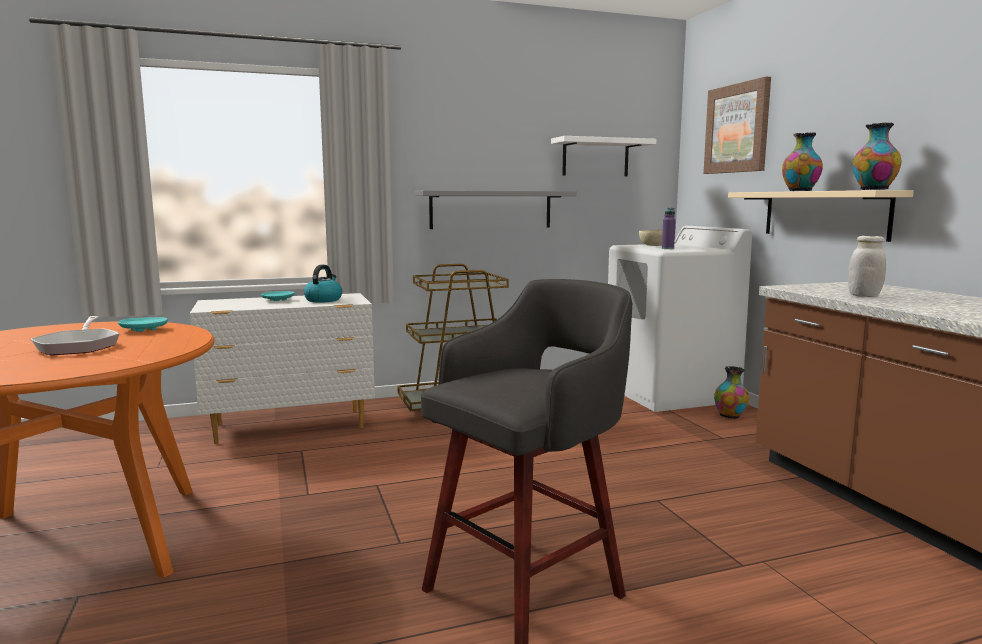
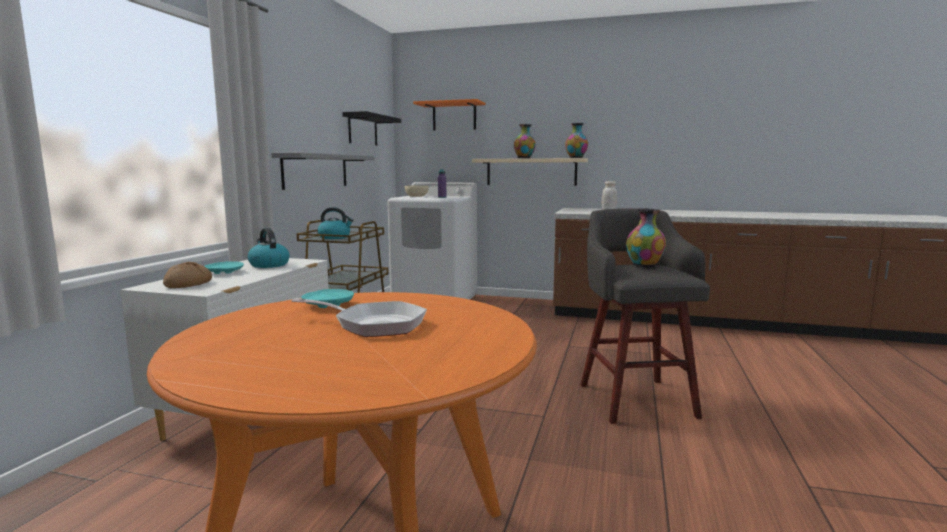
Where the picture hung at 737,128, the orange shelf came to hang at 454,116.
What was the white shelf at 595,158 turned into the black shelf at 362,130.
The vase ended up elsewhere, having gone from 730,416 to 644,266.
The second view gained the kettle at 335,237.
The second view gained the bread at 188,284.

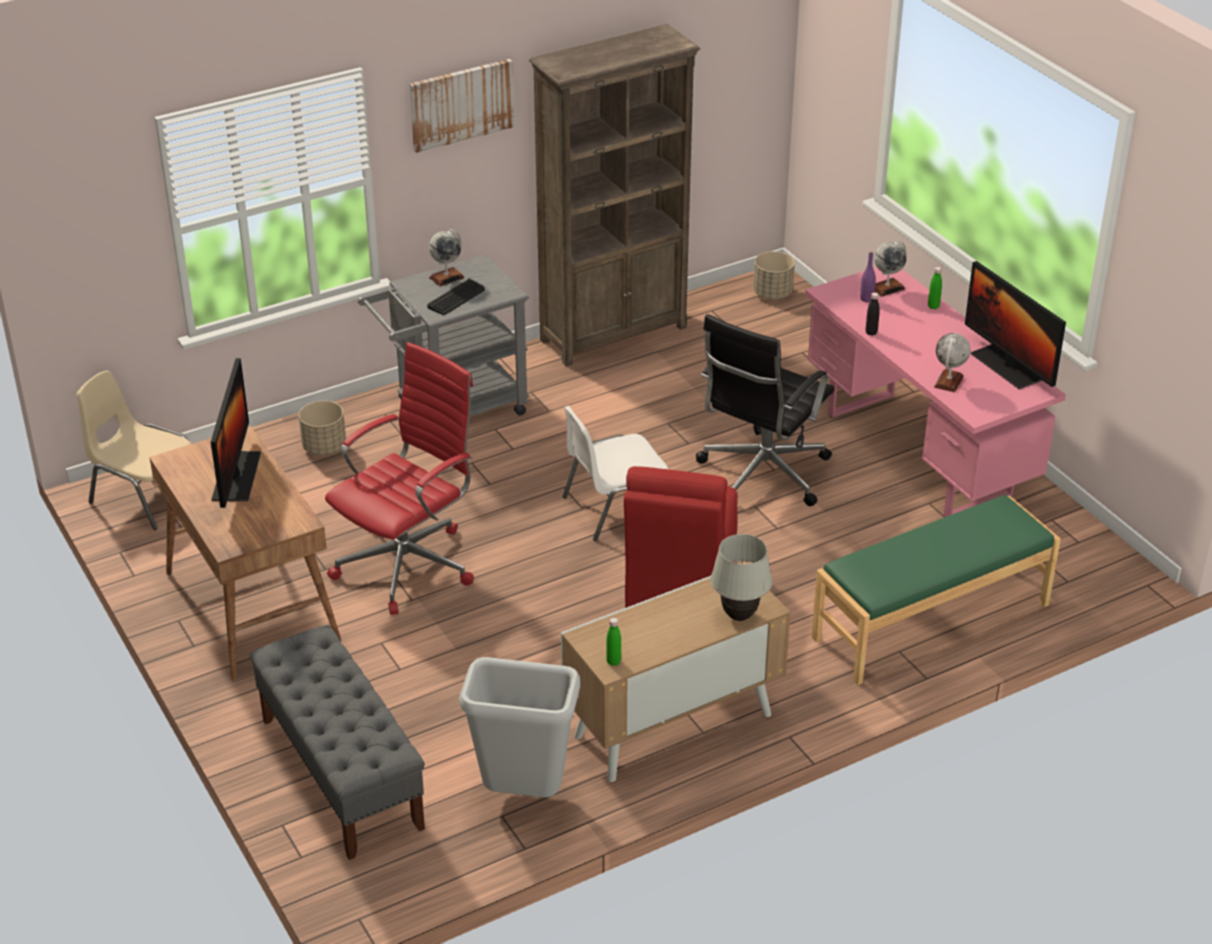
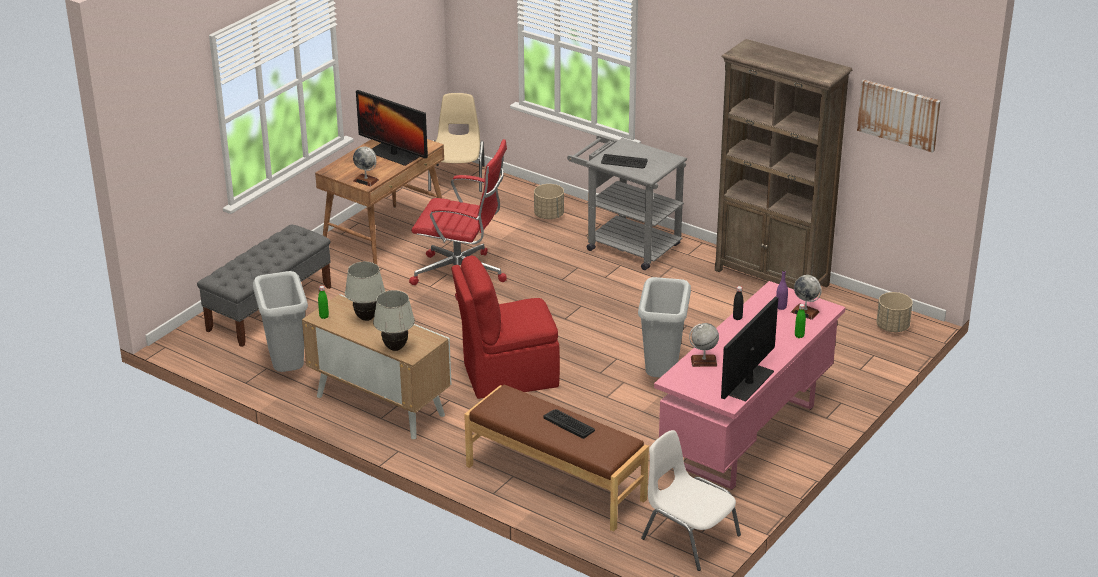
The picture ended up elsewhere, having gone from 461,104 to 899,115.
The globe ended up elsewhere, having gone from 447,277 to 366,180.
Where the black office chair stood at 761,475, the grey trash can came to stand at 661,376.
The monitor at 236,476 ended up facing another way, 60 degrees clockwise from before.
The white chair ended up elsewhere, having gone from 615,508 to 689,537.
What was the green bench at 932,622 turned into the brown bench at 554,483.
The second view gained the white table lamp at 366,318.
The second view gained the keyboard at 569,424.

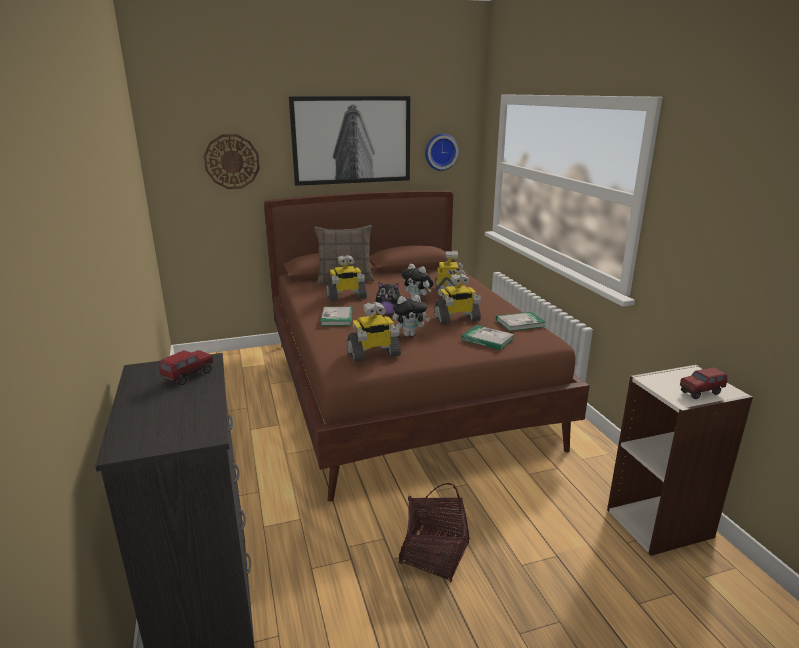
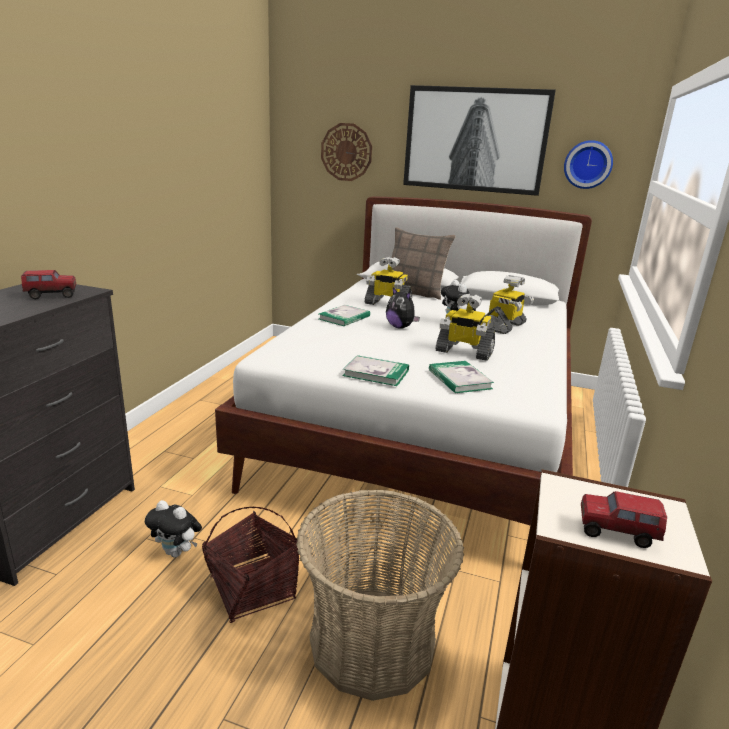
What was the brown bed at 402,390 turned into the white bed at 425,428.
The plush toy ended up elsewhere, having gone from 410,334 to 177,552.
The second view lost the toy robot at 373,354.
The book ended up elsewhere, having gone from 520,323 to 376,373.
The second view gained the basket at 372,642.

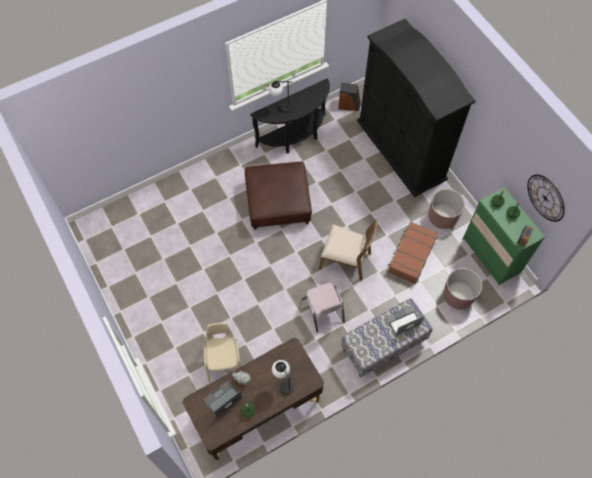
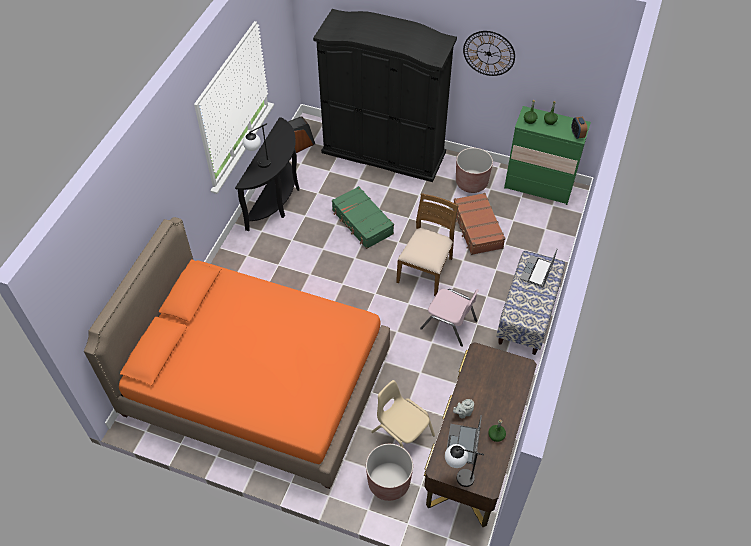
The second view lost the brown ottoman at 278,203.
The wall clock ended up elsewhere, having gone from 545,198 to 489,53.
The brown chair at 345,260 ended up facing another way, 45 degrees counterclockwise from before.
The brown planter ended up elsewhere, having gone from 458,296 to 389,482.
The table lamp ended up elsewhere, having gone from 283,382 to 457,476.
The second view gained the green suitcase at 362,222.
The second view gained the orange bed at 257,383.

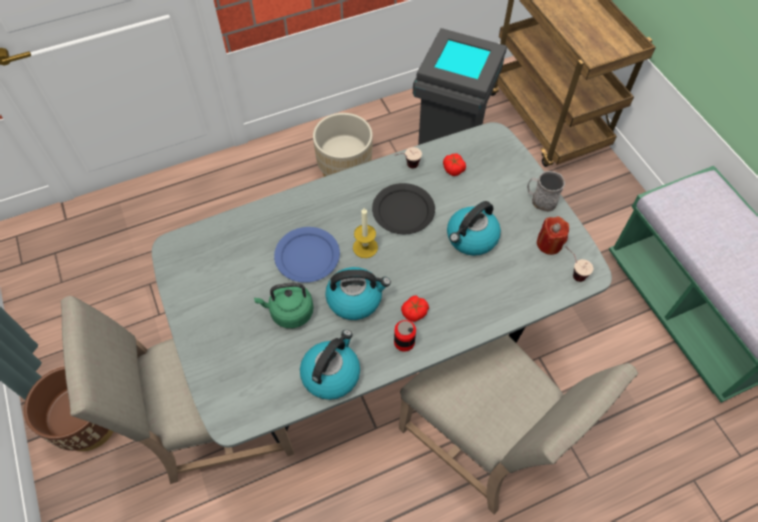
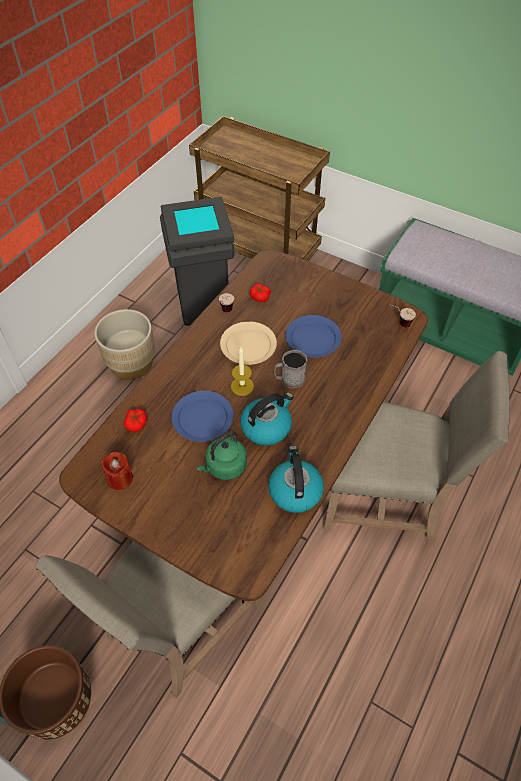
What was the grey dining table at 378,344 turned into the brown dining table at 260,477.
The grey mug ended up elsewhere, having gone from 540,200 to 289,379.
What was the black plate at 402,210 turned into the beige plate at 248,345.
Where the kettle stood at 471,238, the blue plate came to stand at 313,338.
The red candle ended up elsewhere, having gone from 549,244 to 120,478.
The tomato ended up elsewhere, having gone from 414,312 to 136,423.
The second view lost the can at 404,342.

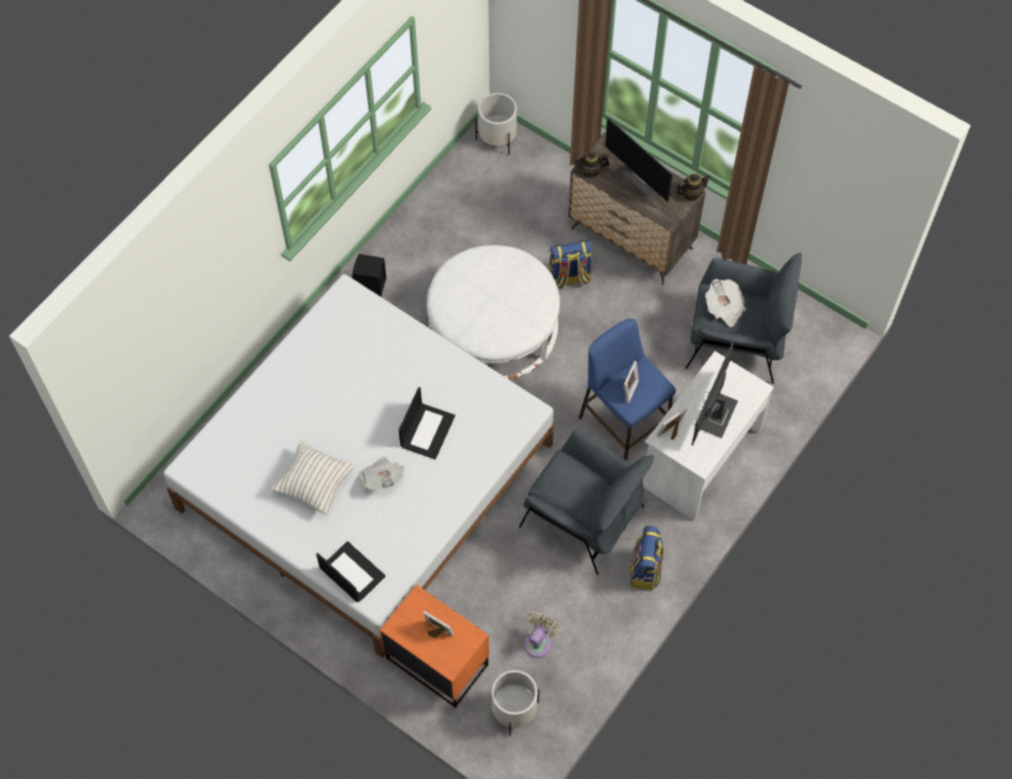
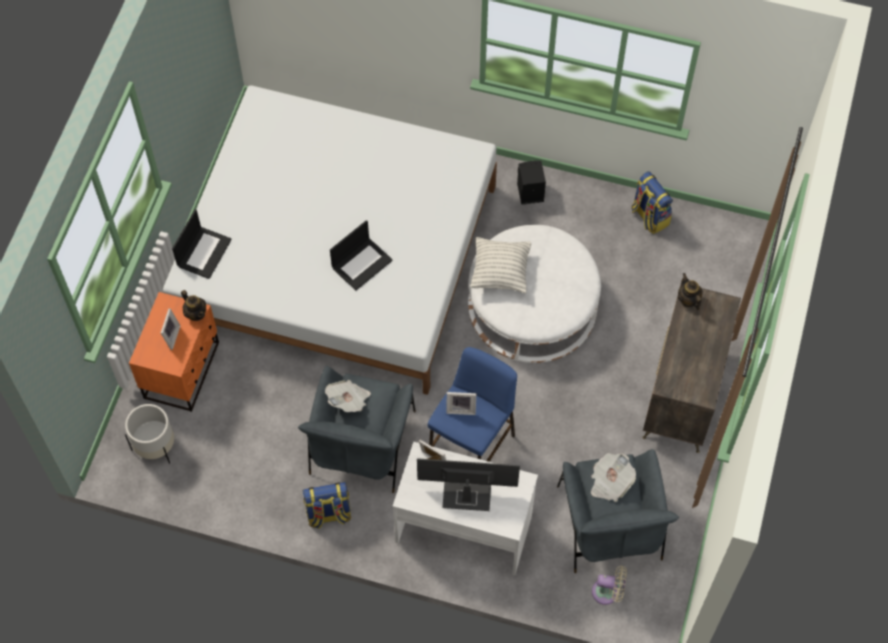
The second view lost the white planter at 497,139.
The second view lost the monitor at 642,177.
The teapot ended up elsewhere, having gone from 691,194 to 196,313.
The backpack ended up elsewhere, having gone from 569,278 to 649,216.
The laptop at 427,430 ended up facing another way, 45 degrees counterclockwise from before.
The pillow ended up elsewhere, having gone from 315,484 to 500,272.
The newspaper ended up elsewhere, having gone from 383,478 to 349,400.
The beige fan ended up elsewhere, having gone from 539,642 to 608,592.

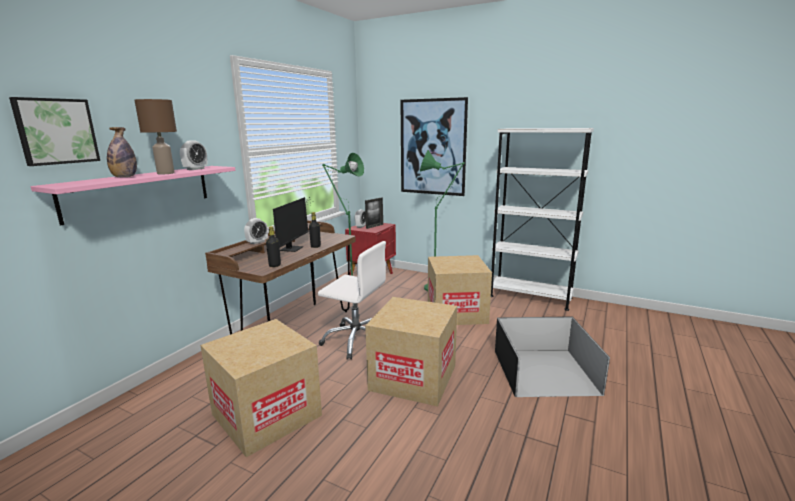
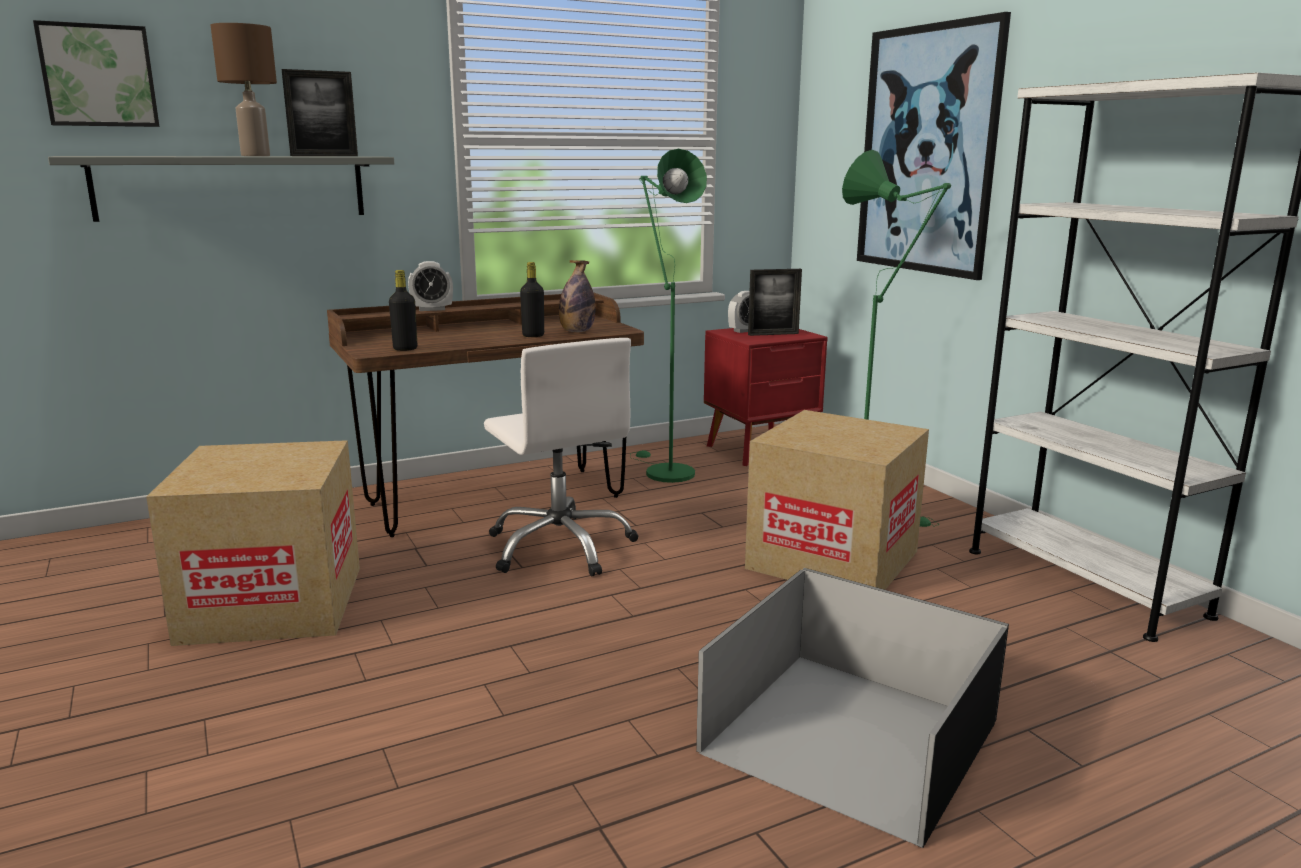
The bottle ended up elsewhere, having gone from 124,177 to 577,331.
Where the alarm clock stood at 195,169, the picture frame came to stand at 324,156.
What was the pink shelf at 140,192 turned into the grey shelf at 232,187.
The second view lost the monitor at 294,248.
The second view lost the cardboard box at 413,377.

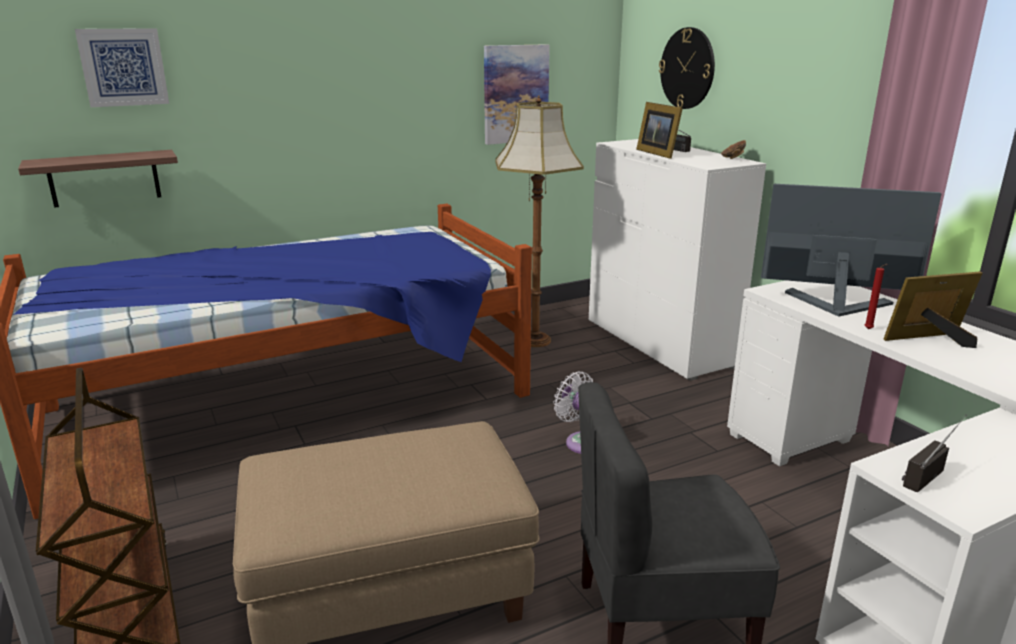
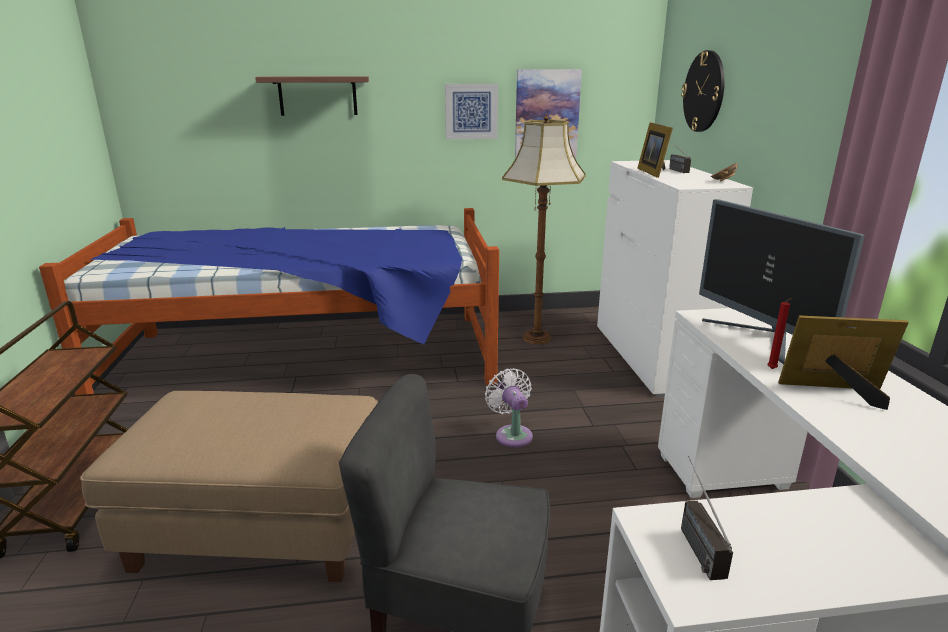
The picture ended up elsewhere, having gone from 123,67 to 471,111.
The shelf ended up elsewhere, having gone from 104,178 to 317,96.
The monitor at 835,305 ended up facing another way, 150 degrees counterclockwise from before.
The radio at 928,472 ended up facing another way, 75 degrees counterclockwise from before.

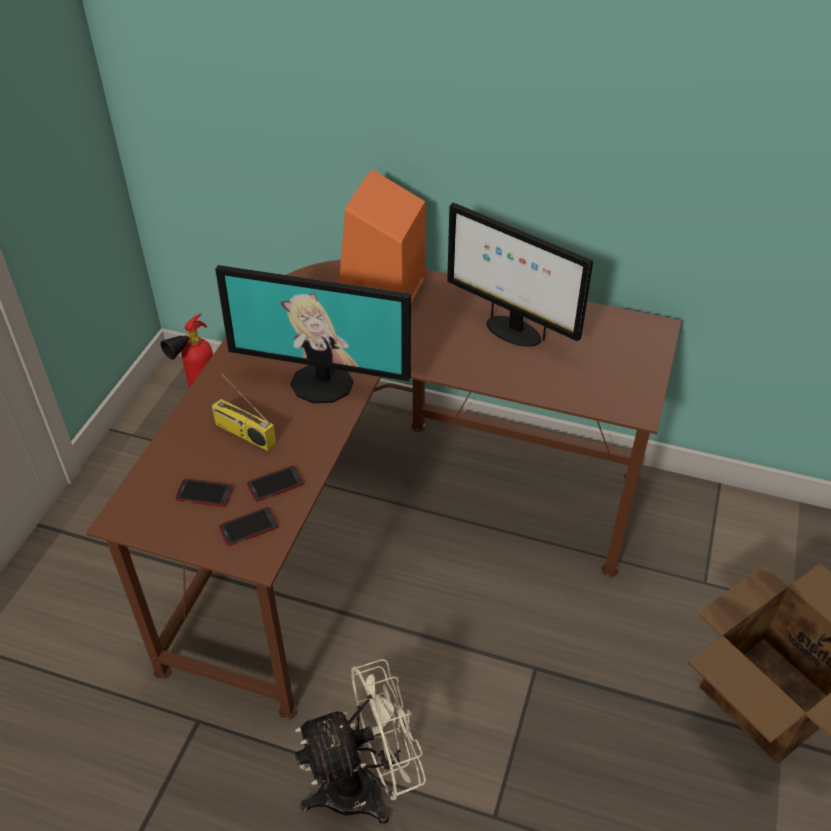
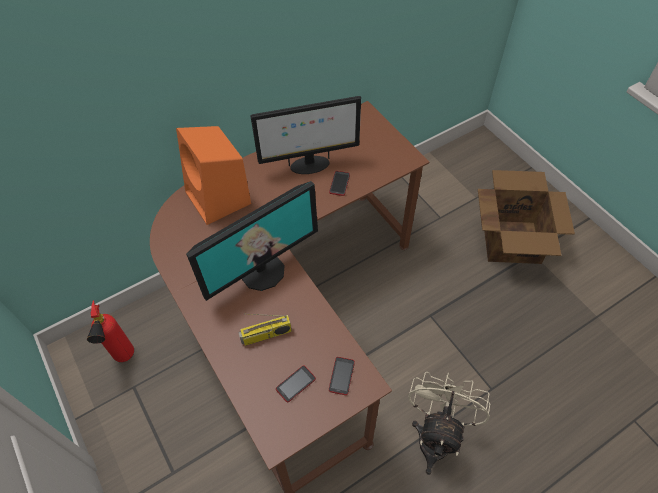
The phone ended up elsewhere, having gone from 275,484 to 339,183.

